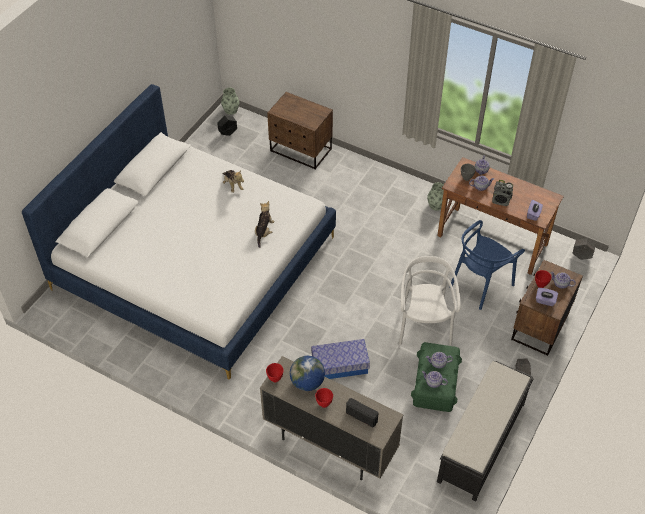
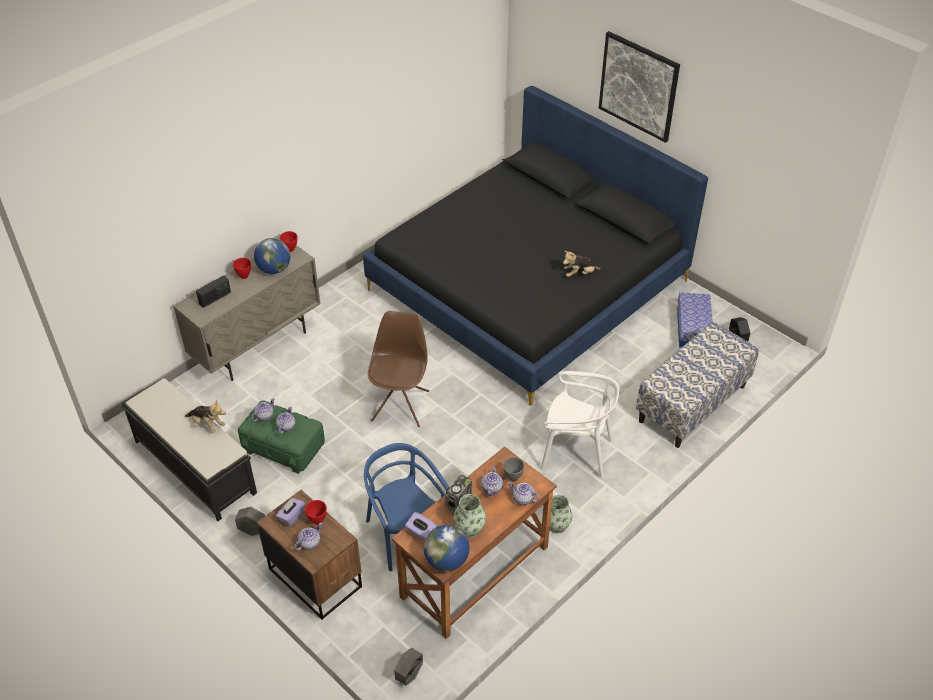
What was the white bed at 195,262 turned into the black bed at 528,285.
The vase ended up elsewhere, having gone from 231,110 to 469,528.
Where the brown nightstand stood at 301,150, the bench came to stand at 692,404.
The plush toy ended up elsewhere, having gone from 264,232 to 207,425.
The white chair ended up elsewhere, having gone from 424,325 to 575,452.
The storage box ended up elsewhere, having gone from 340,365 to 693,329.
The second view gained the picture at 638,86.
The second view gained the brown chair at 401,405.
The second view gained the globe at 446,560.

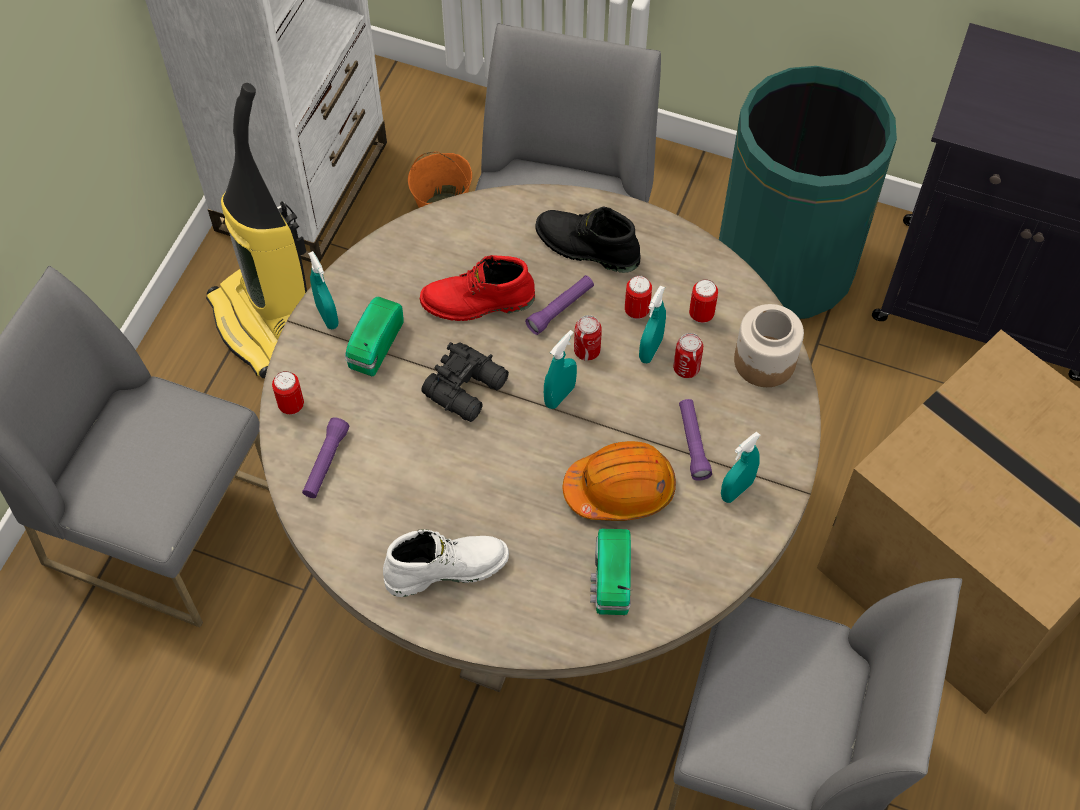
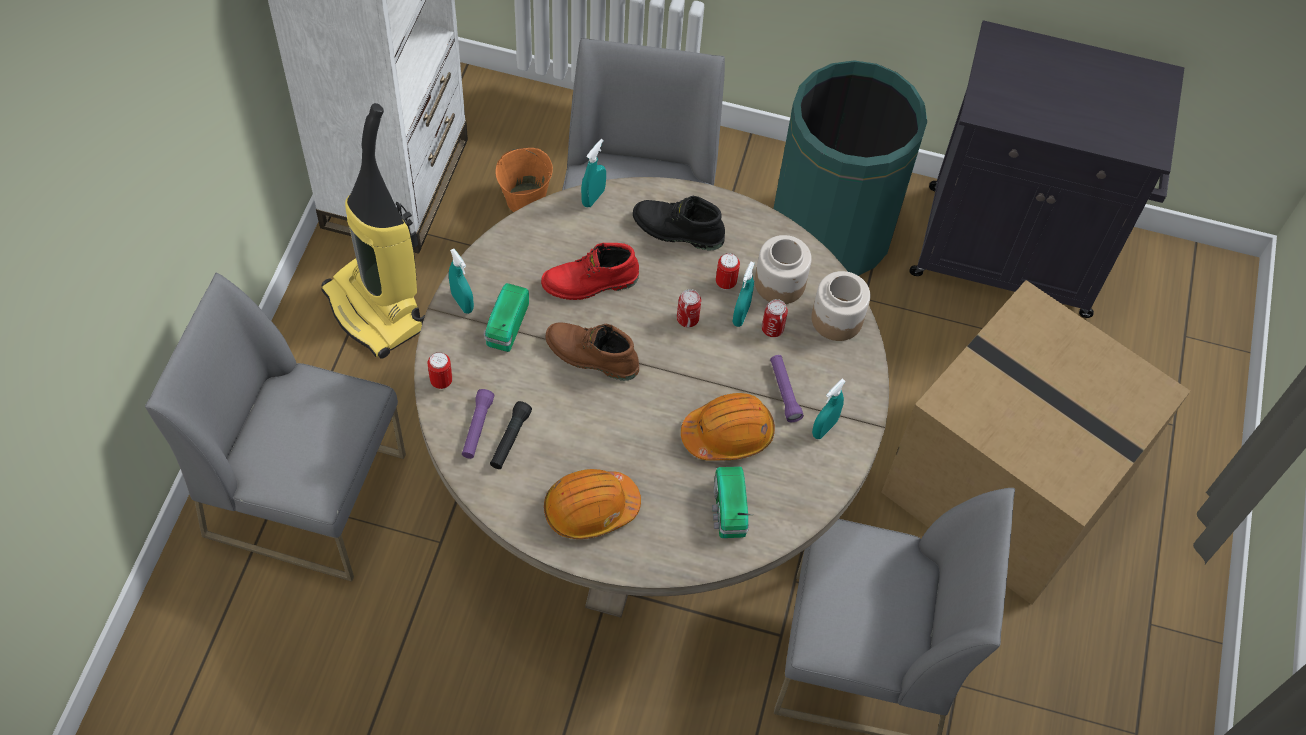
The second view lost the purple flashlight at 560,309.
Where the can stood at 701,315, the jar came to stand at 780,283.
The turquoise spray bottle ended up elsewhere, having gone from 559,396 to 593,197.
Where the black binoculars stood at 468,388, the brown boot came to stand at 590,357.
Where the white boot stood at 446,567, the orange hard hat came to stand at 590,509.
The second view gained the black flashlight at 510,439.

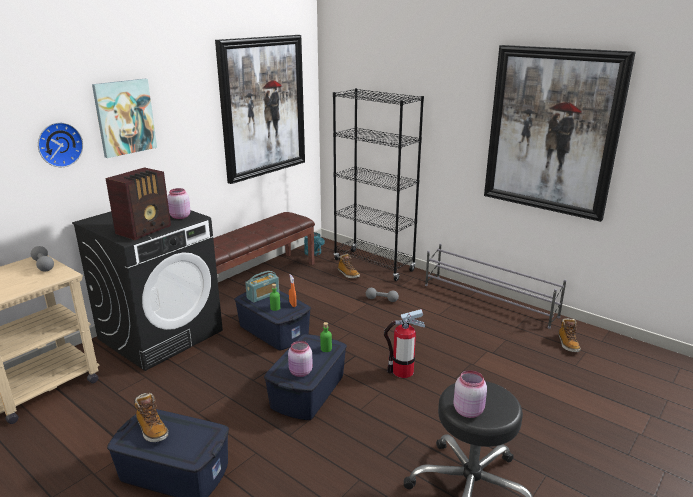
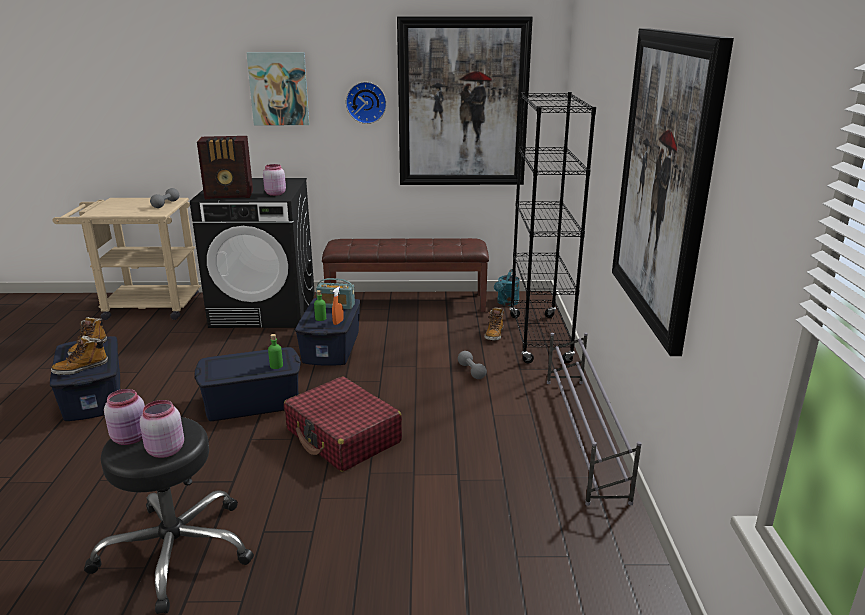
The wall clock ended up elsewhere, having gone from 59,144 to 366,102.
Where the fire extinguisher stood at 402,371, the red suitcase came to stand at 343,436.
The boot ended up elsewhere, having gone from 567,344 to 81,368.
The pink jar ended up elsewhere, having gone from 300,372 to 164,451.

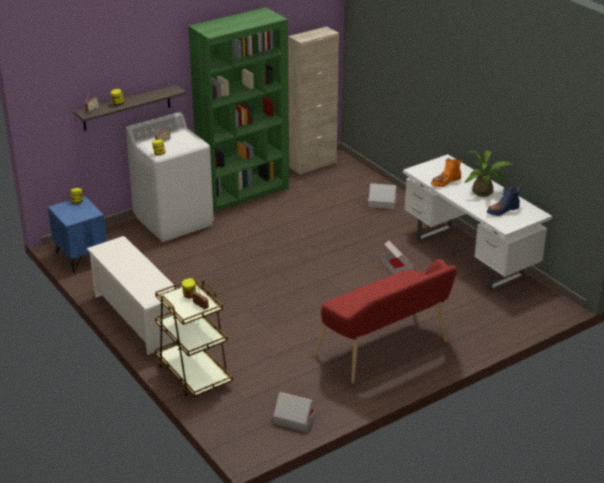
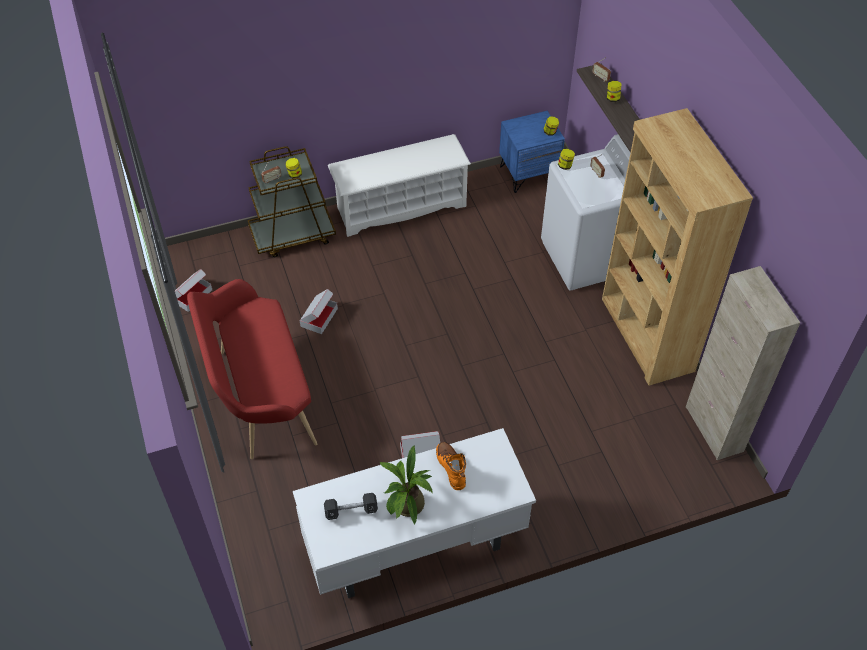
What was the green bookcase at 244,192 turned into the brown bookcase at 646,335.
The cardboard box ended up elsewhere, having gone from 382,203 to 319,317.
Where the blue boot stood at 502,210, the black dumbbell came to stand at 351,510.

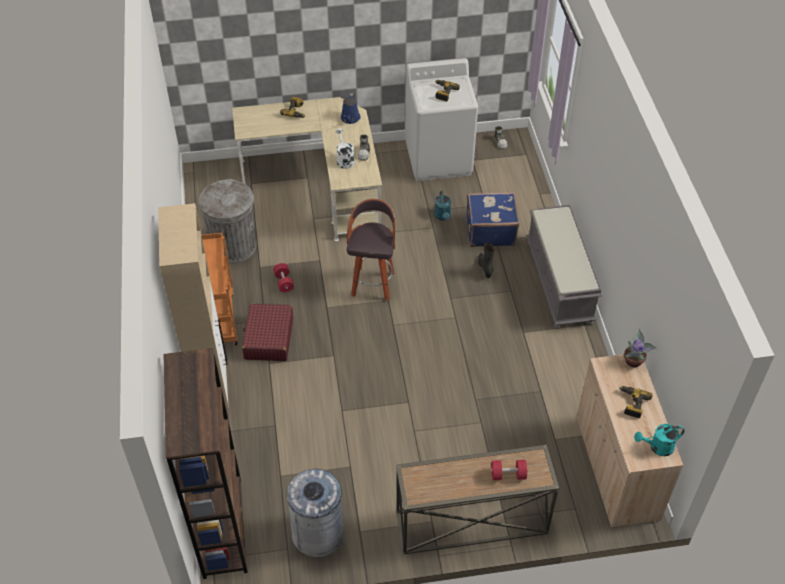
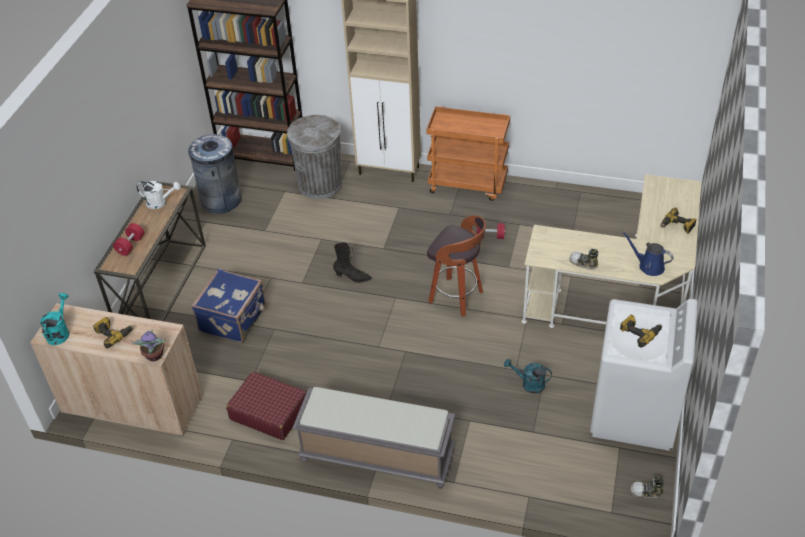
The white watering can ended up elsewhere, having gone from 344,159 to 160,202.
The grey trash can ended up elsewhere, having gone from 234,247 to 320,184.
The blue suitcase ended up elsewhere, having gone from 490,231 to 234,319.
The black boot ended up elsewhere, having gone from 485,268 to 352,277.
The red suitcase ended up elsewhere, having gone from 268,338 to 269,412.

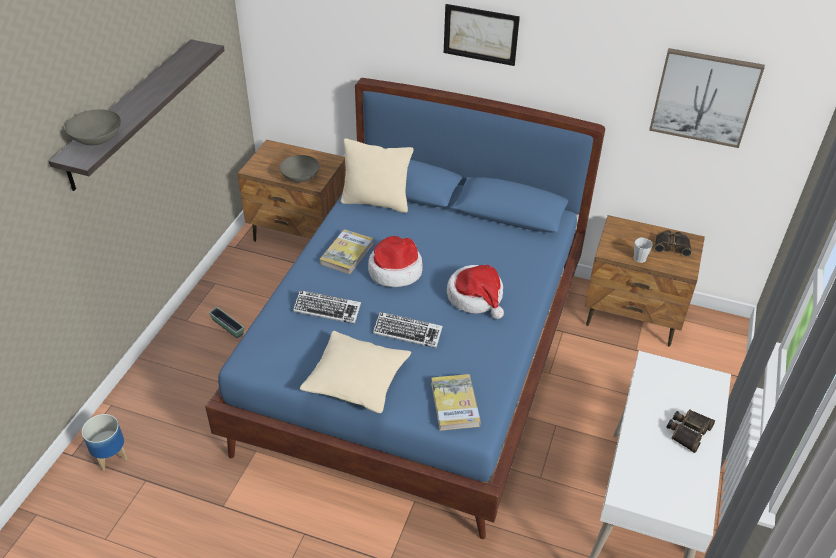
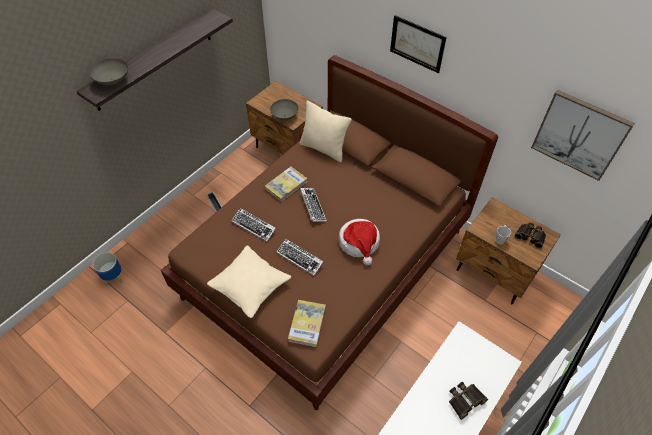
What was the blue bed at 417,360 turned into the brown bed at 326,264.
Where the hat stood at 395,270, the keyboard came to stand at 312,207.

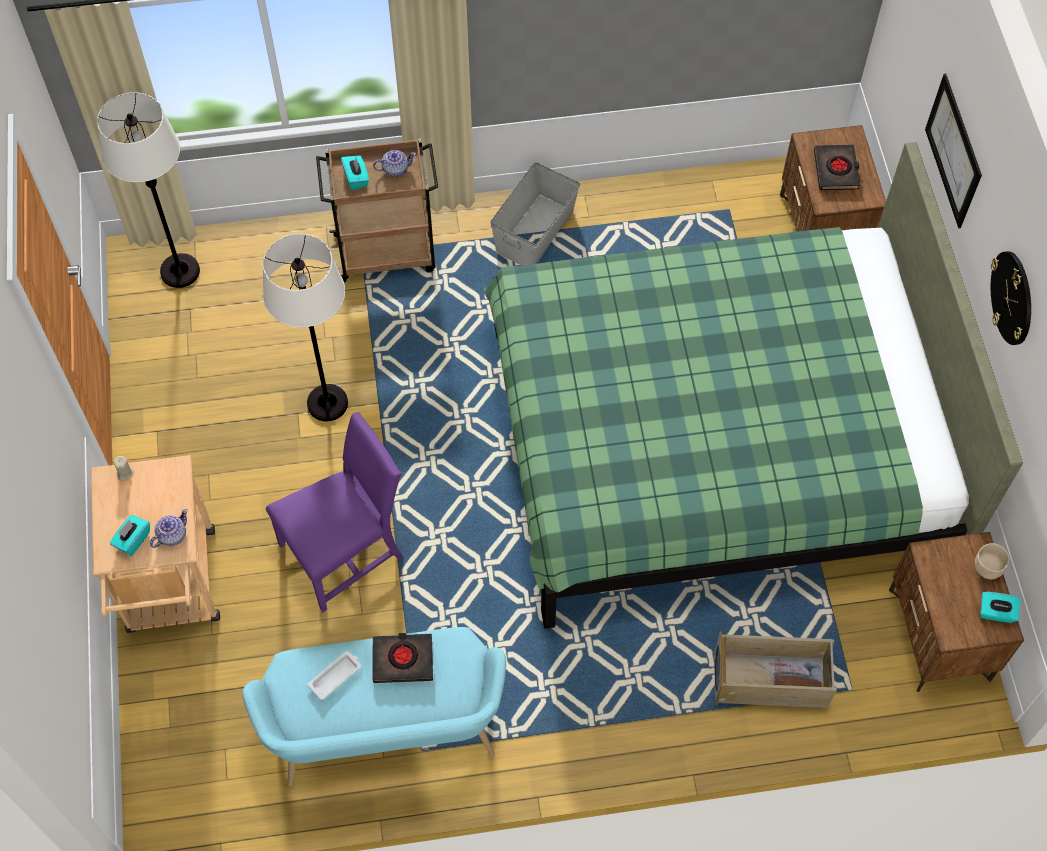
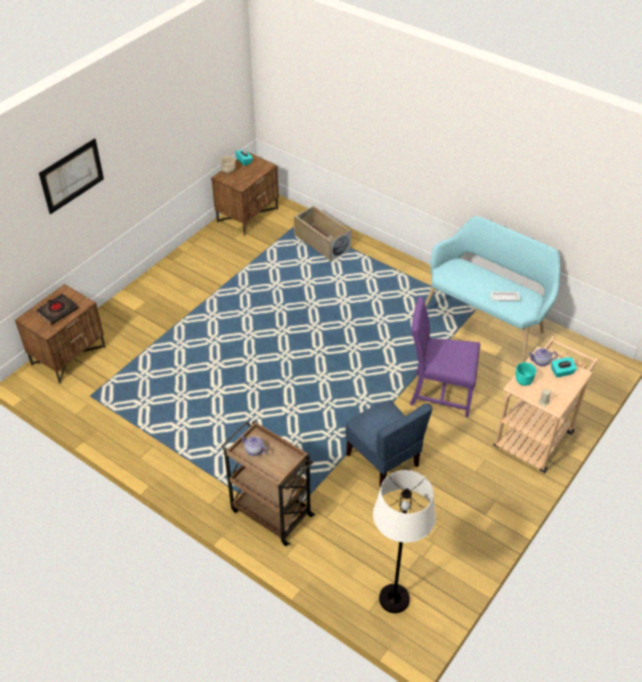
The second view lost the green bed at 714,441.
The second view lost the turquoise tissue box at 356,178.
The second view lost the grey storage box at 536,231.
Where the white floor lamp stood at 327,403, the blue chair came to stand at 383,460.
The second view lost the wall clock at 1012,298.
The second view lost the black book at 403,660.
The second view gained the turquoise bowl at 523,381.

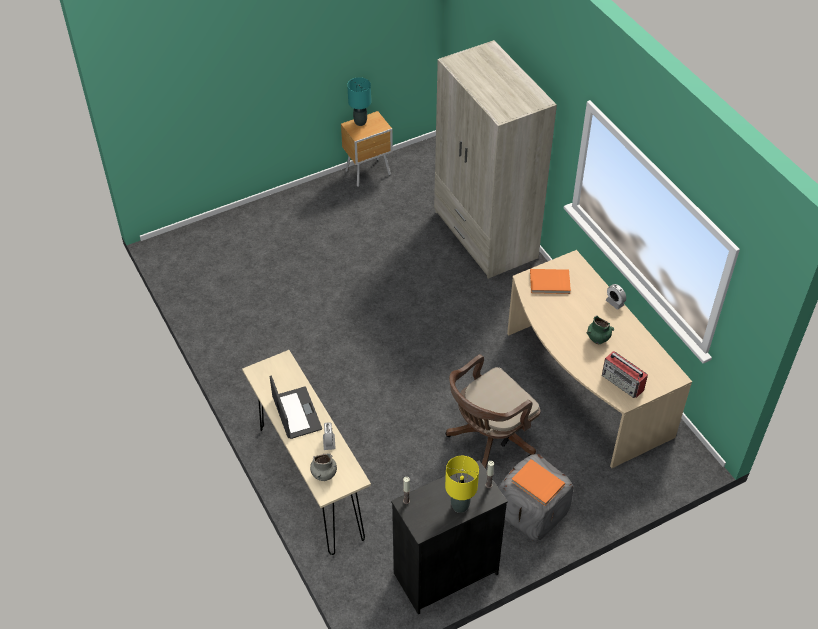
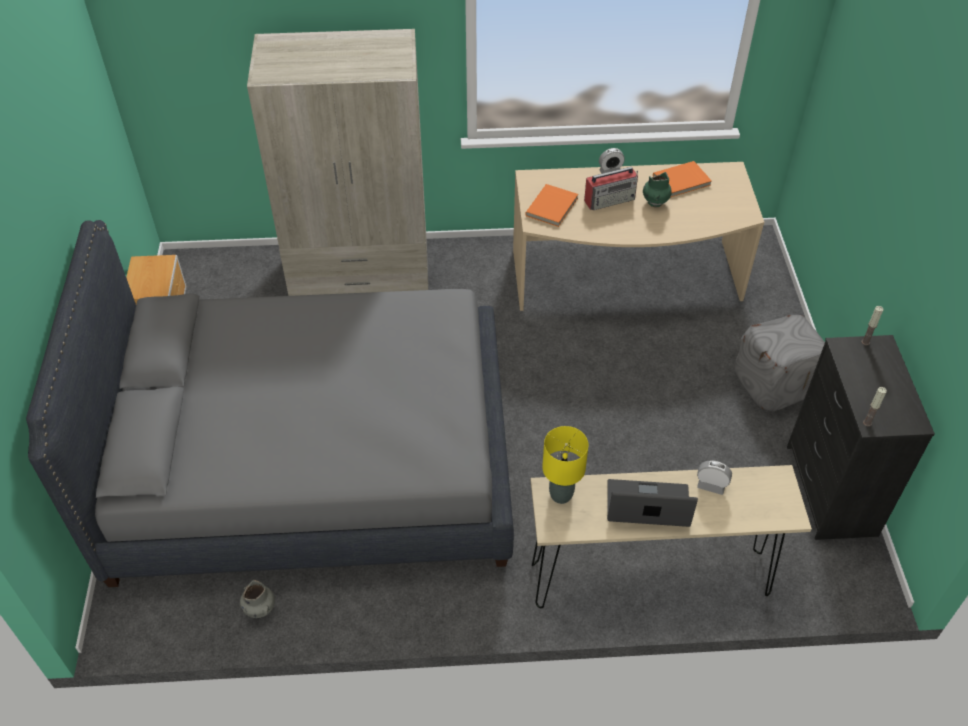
The second view lost the turquoise table lamp at 360,122.
The radio ended up elsewhere, having gone from 623,383 to 610,199.
The second view lost the brown office chair at 489,439.
The grey vase ended up elsewhere, having gone from 324,475 to 259,609.
The yellow table lamp ended up elsewhere, having gone from 459,506 to 561,495.
The orange book ended up elsewhere, having gone from 537,484 to 682,181.
The second view gained the grey bed at 313,462.

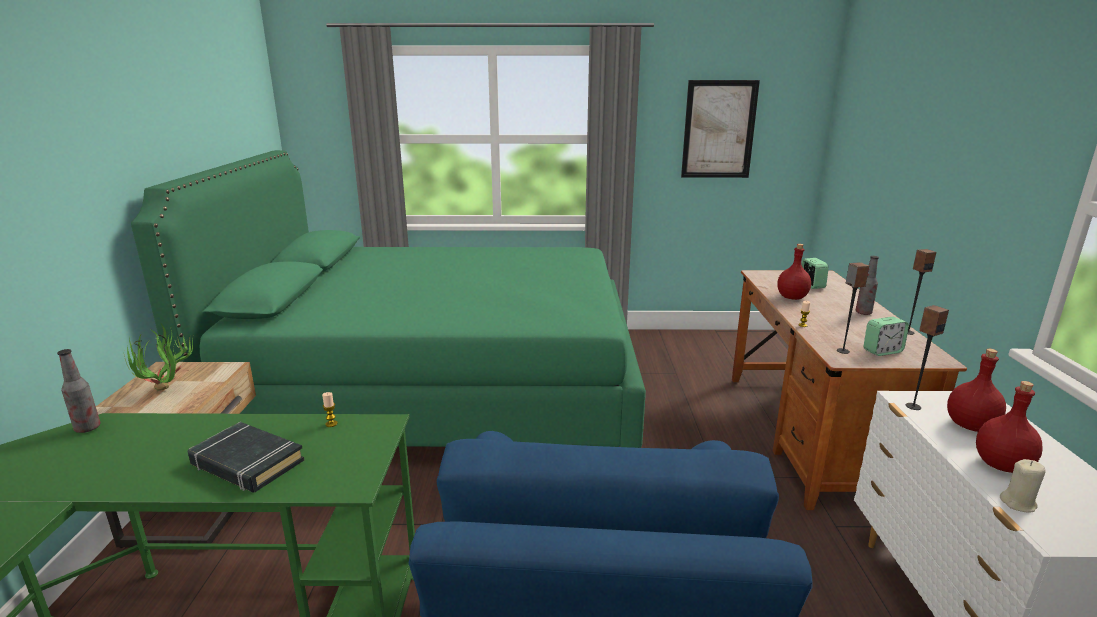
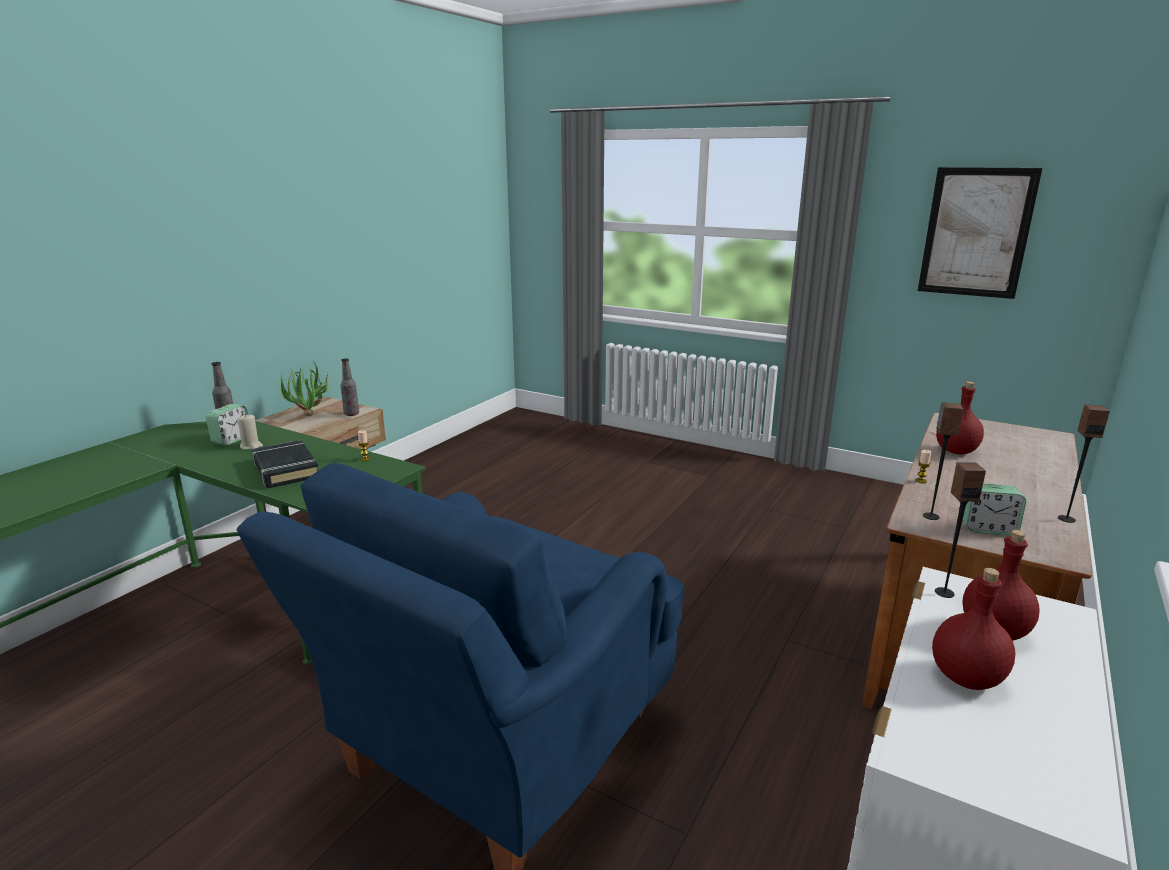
The second view lost the green bed at 441,389.
The bottle ended up elsewhere, having gone from 863,313 to 351,414.
The alarm clock ended up elsewhere, having gone from 811,285 to 232,440.
The beige candle ended up elsewhere, having gone from 1018,503 to 251,446.

